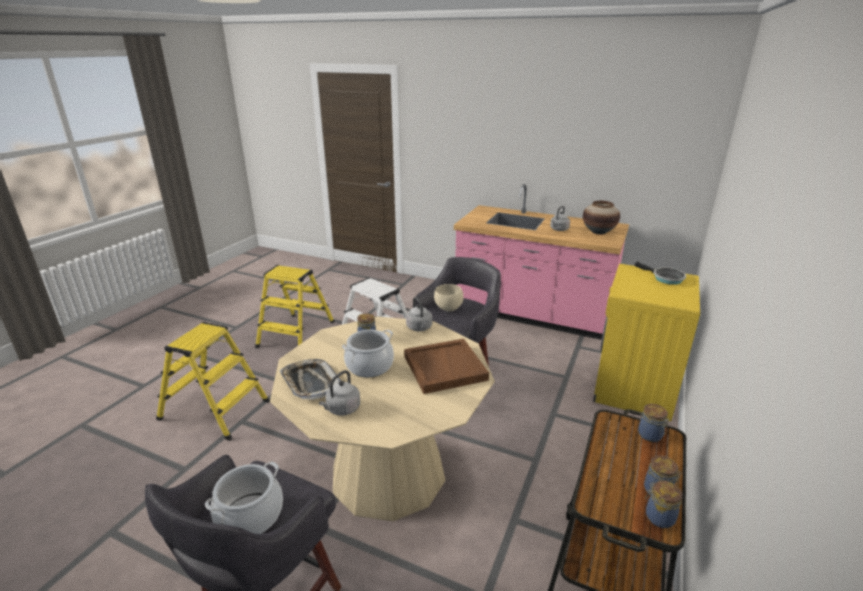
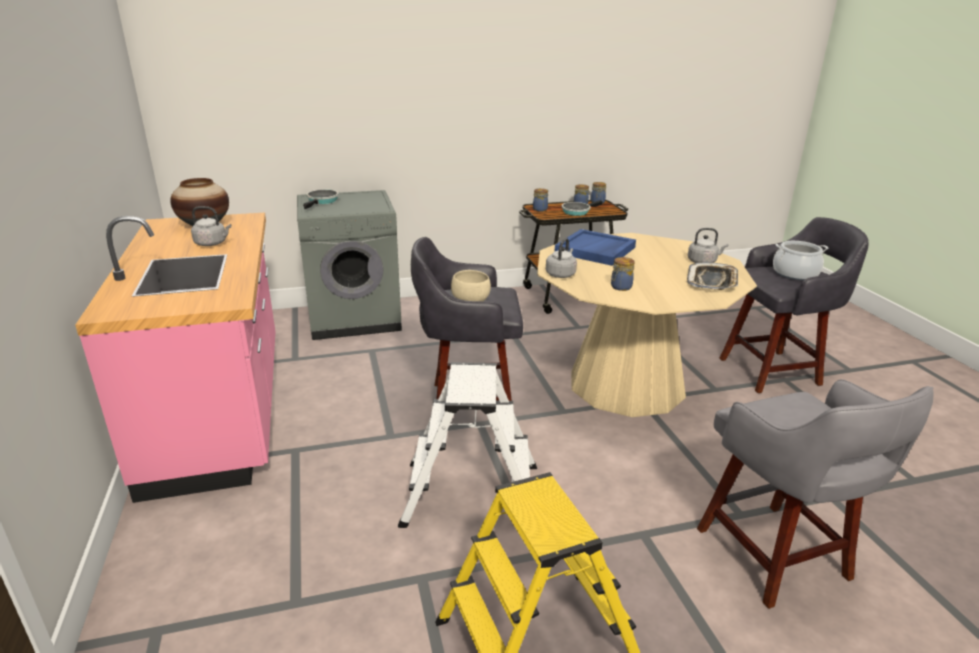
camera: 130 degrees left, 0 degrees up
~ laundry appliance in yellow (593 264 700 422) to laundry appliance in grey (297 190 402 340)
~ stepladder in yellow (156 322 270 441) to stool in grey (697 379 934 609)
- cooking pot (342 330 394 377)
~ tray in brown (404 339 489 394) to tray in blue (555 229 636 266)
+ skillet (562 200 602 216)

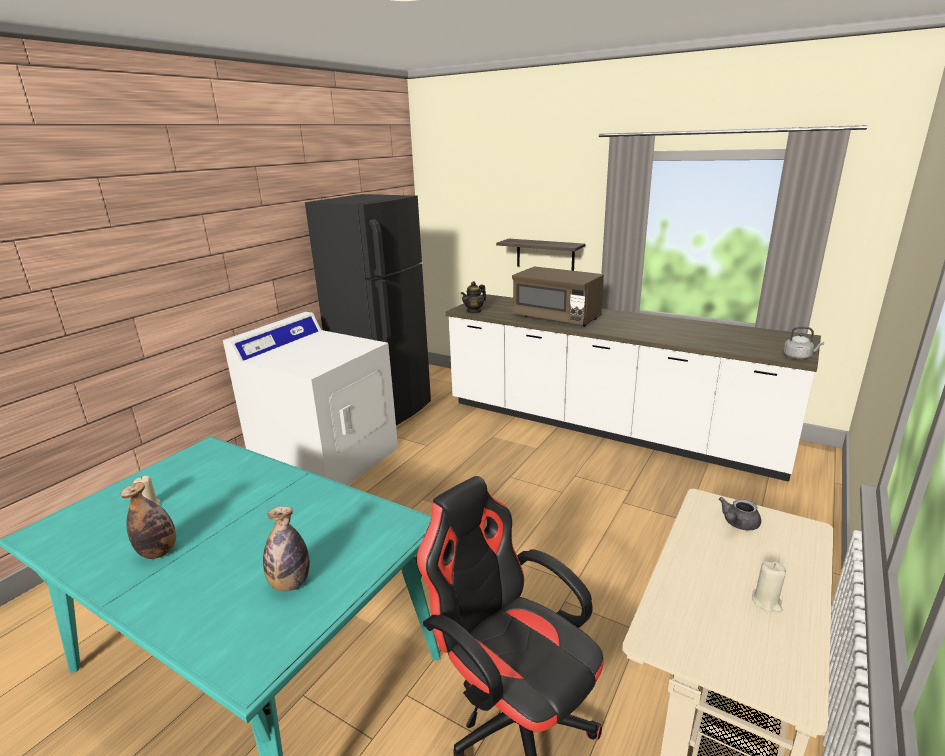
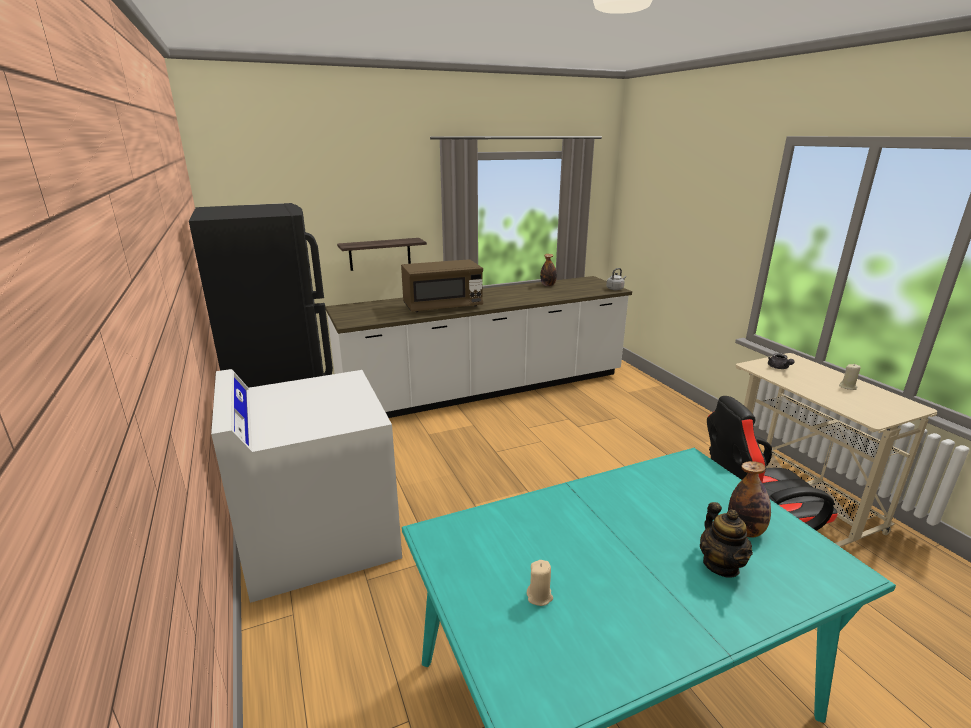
camera: 55 degrees left, 0 degrees up
~ pot for tea (461 281 486 314) to (700 502 753 578)
~ drink bottle (120 482 176 559) to (540 254 557 286)

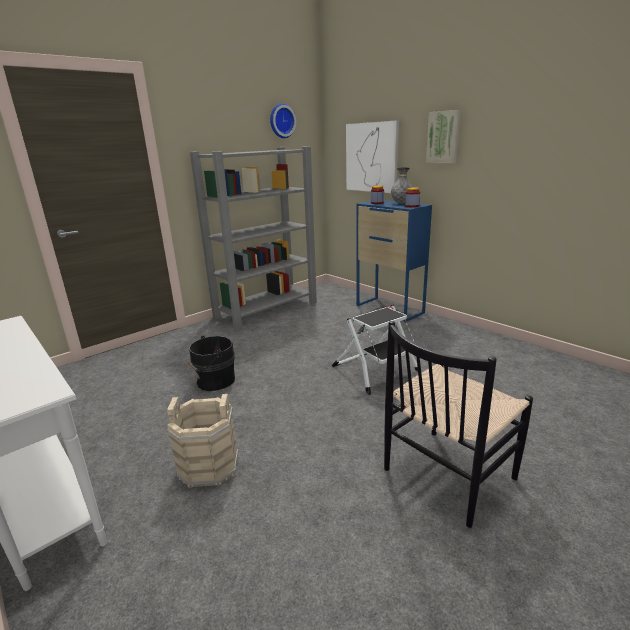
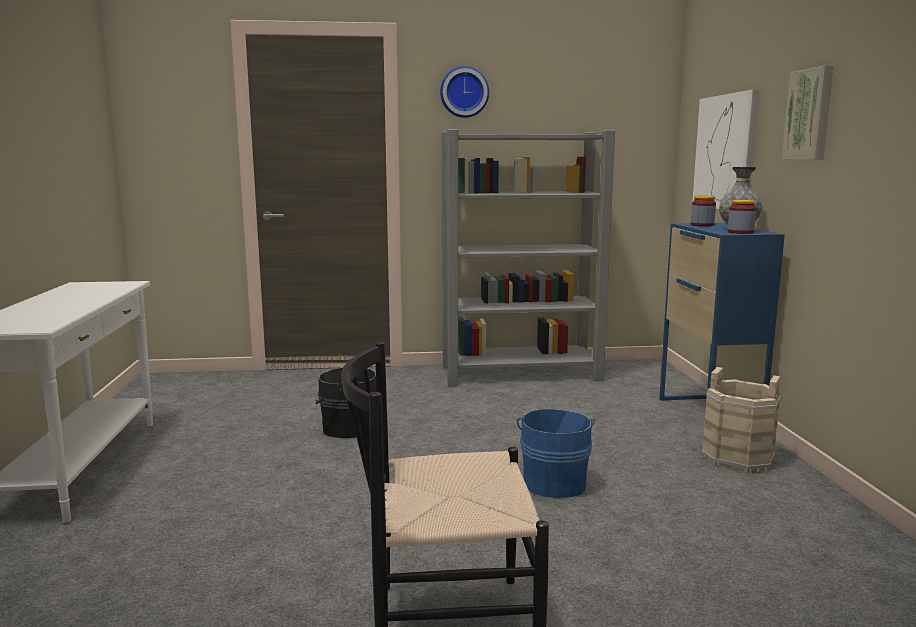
camera: 35 degrees right, 10 degrees down
~ hanging clock (270 103 296 138) to (440 66 489 118)
~ stepladder (332 305 418 395) to bucket in blue (517 409 595 498)
~ bucket in sand-coloured (167 394 238 488) to (702 367 782 473)

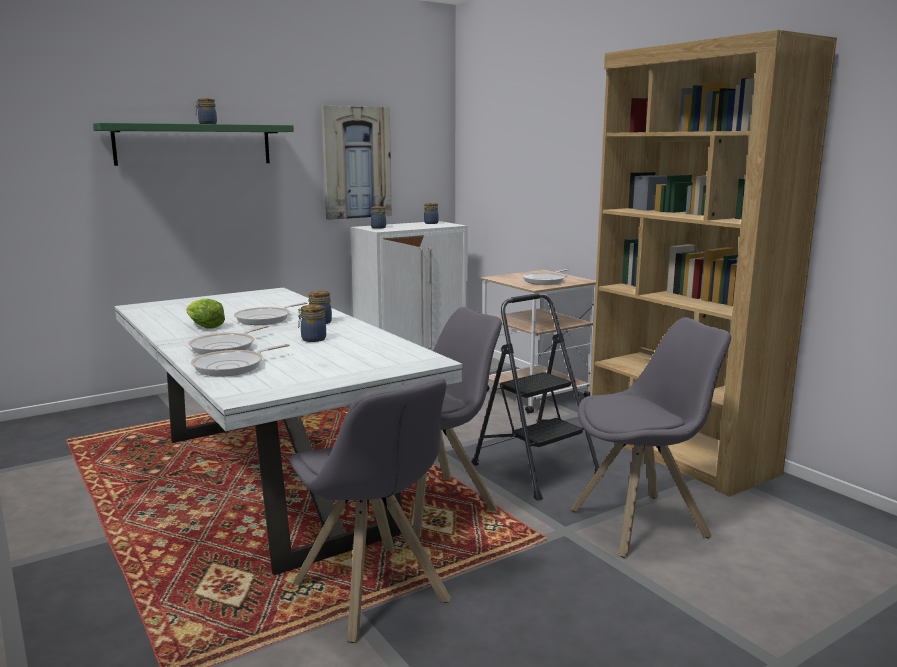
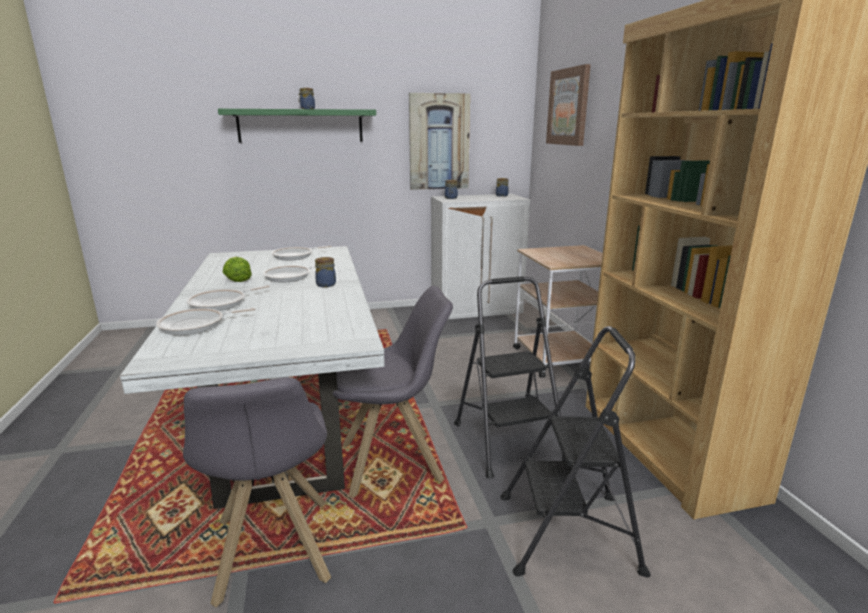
camera: 20 degrees right, 5 degrees up
~ skillet (522 269 569 285) to (272 246 332 260)
- jar (298 305 326 342)
~ plain chair in grey (570 317 731 558) to stepladder in blackish (500 326 651 577)
+ picture (546 64 591 146)

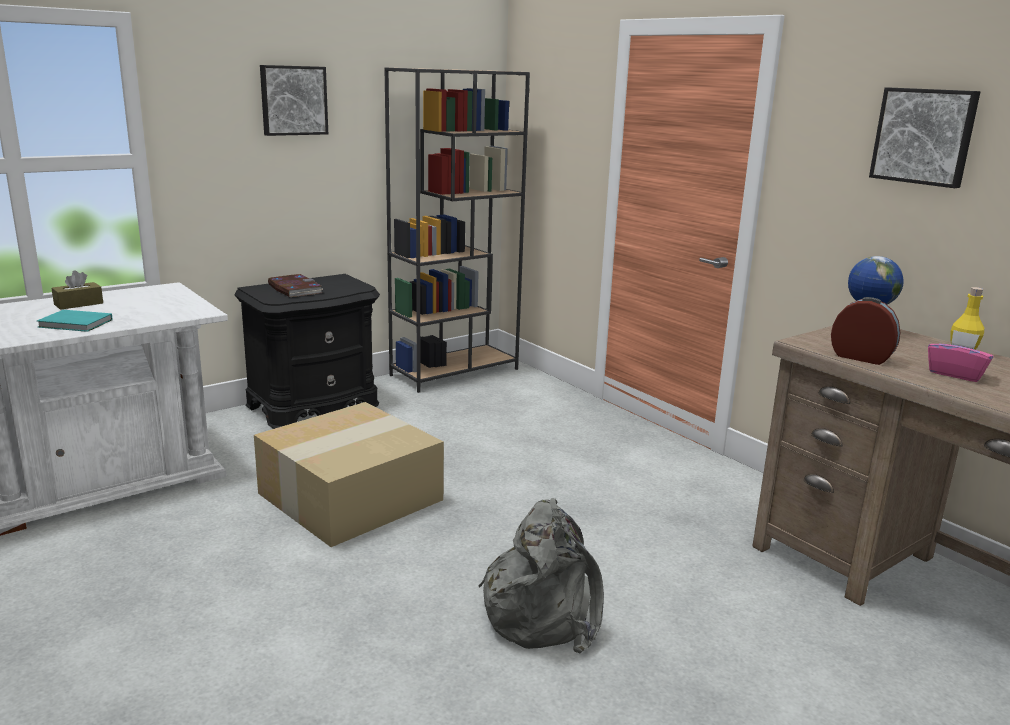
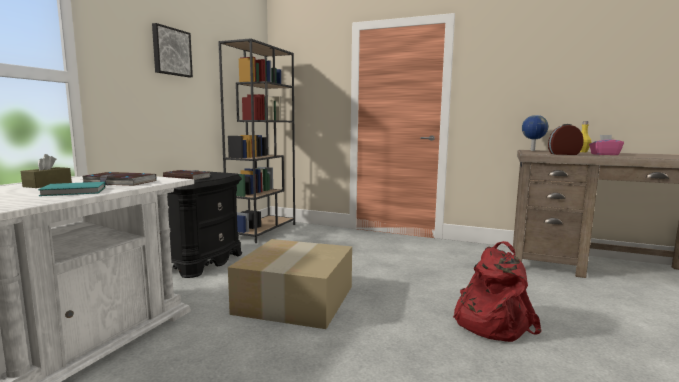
camera: 30 degrees left, 10 degrees down
- picture (869 87 980 188)
~ backpack in grey (478 498 604 653) to backpack in red (453 241 541 342)
+ book (83 172 156 186)

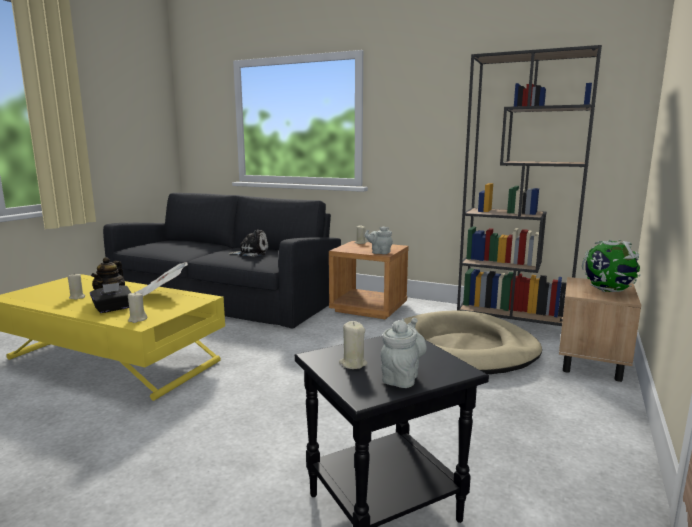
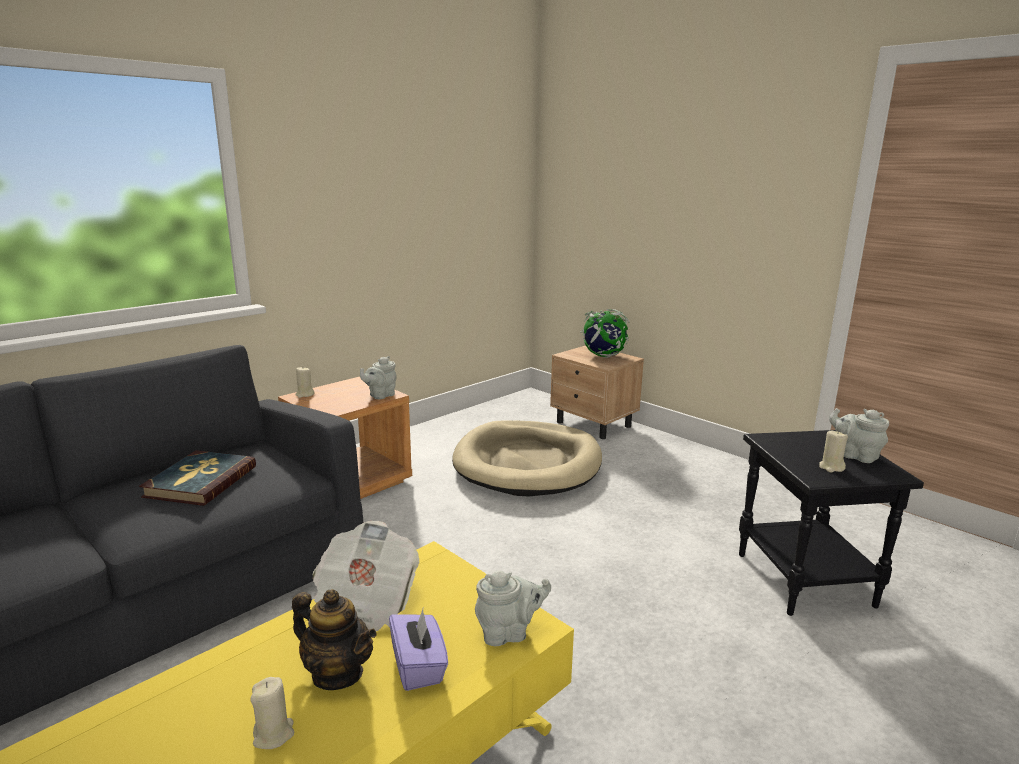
camera: 70 degrees left, 5 degrees up
- bookcase (457 45 602 326)
~ soft toy (228 229 269 257) to book (139 450 256 506)
~ tissue holder in blackish (90 283 131 313) to tissue holder in purple-coloured (389 609 448 691)
~ wax light in sand-coloured (128 293 147 323) to pot for tea in grey (475 571 551 646)

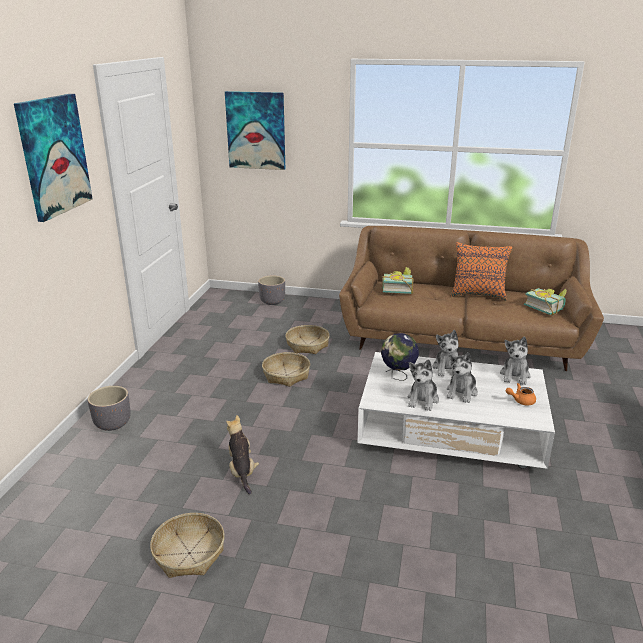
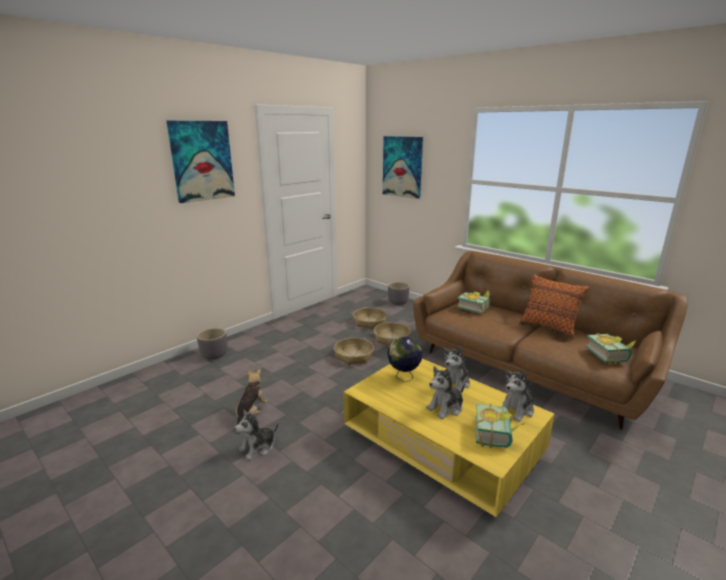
camera: 30 degrees right, 5 degrees down
~ lounge table in whitish (357 352 555 469) to lounge table in yellow (344 359 555 517)
~ soft toy (408 359 439 411) to (234 410 278 461)
~ pot for tea in orangey (506 383 536 405) to book (475 403 525 448)
~ household basket (150 513 225 578) to (353 308 387 330)

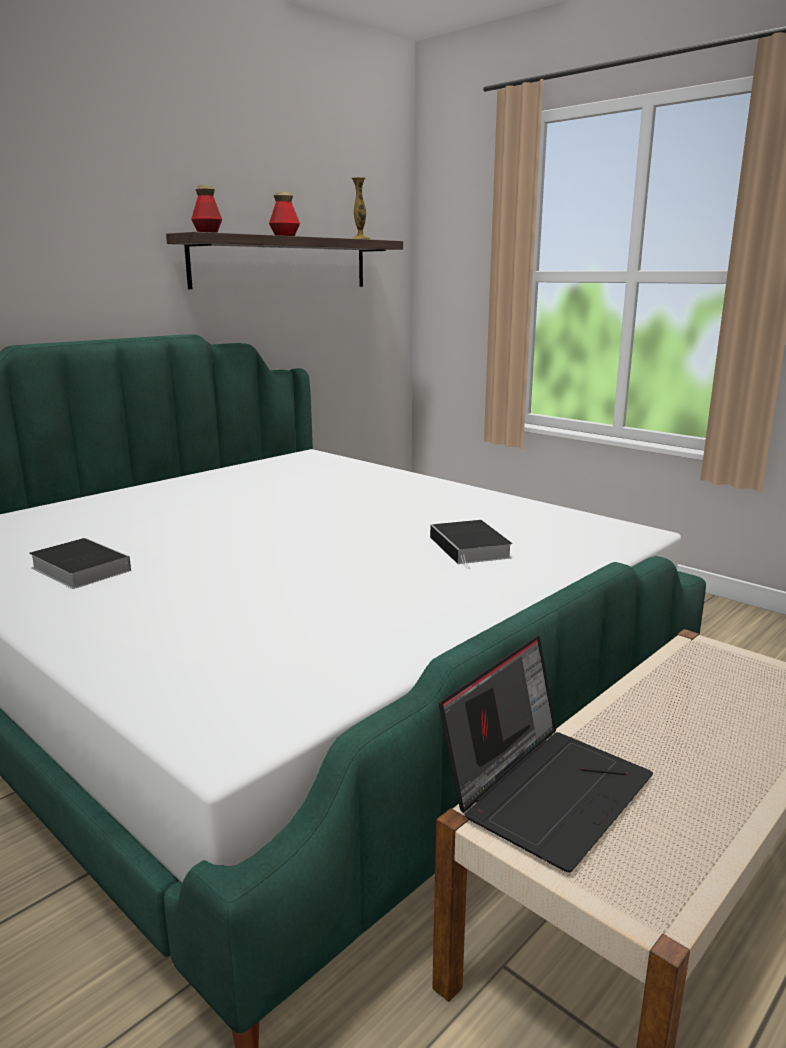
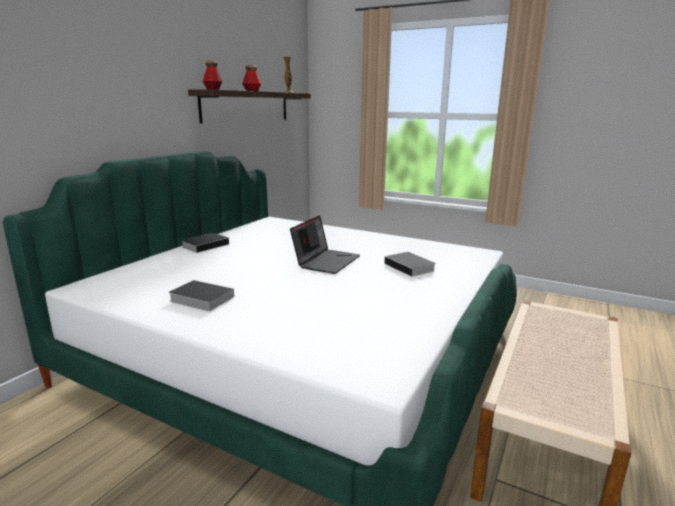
camera: 15 degrees left, 0 degrees up
~ notebook computer (439 636 653 872) to (290 215 360 274)
+ book (181 233 229 253)

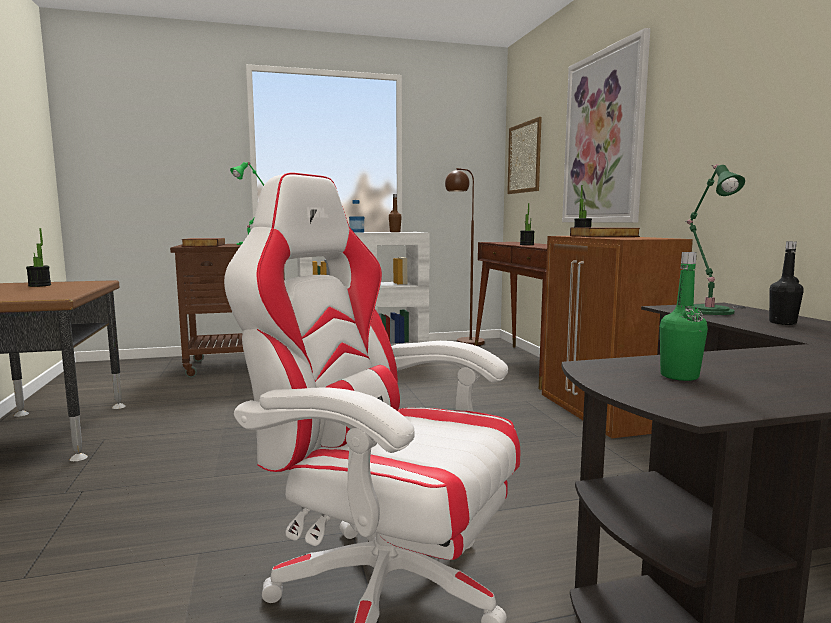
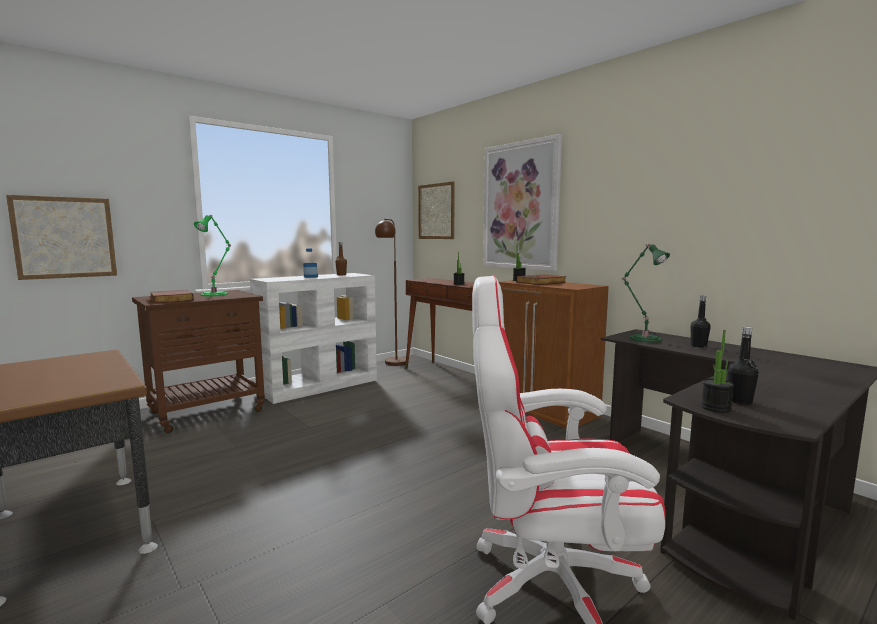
camera: 25 degrees left, 0 degrees up
~ plant in a pot (26 228 51 287) to (701 330 734 413)
~ drink bottle in green-coloured (660 252 708 381) to drink bottle in blackish (728 326 759 405)
+ picture (6 195 117 280)

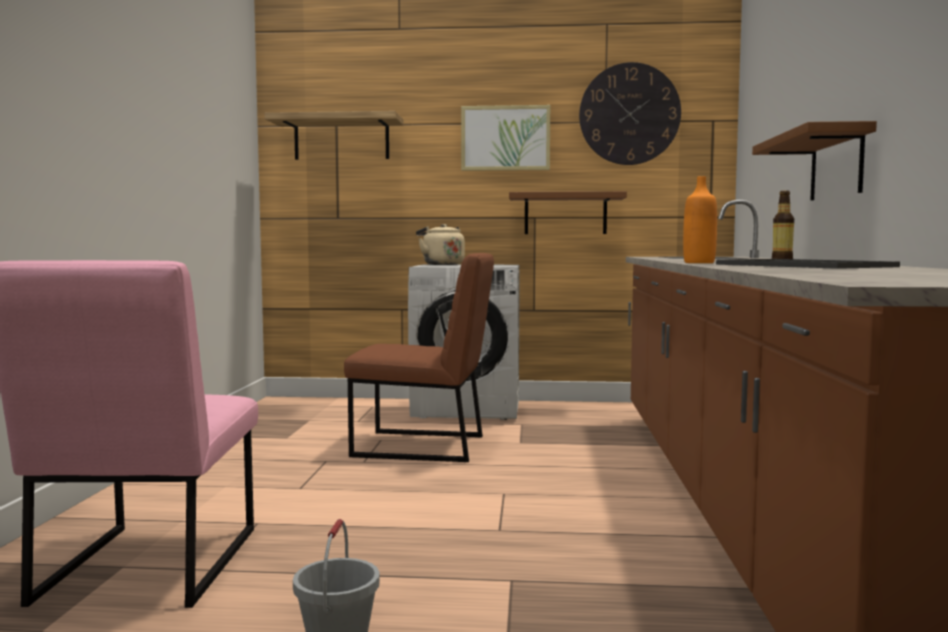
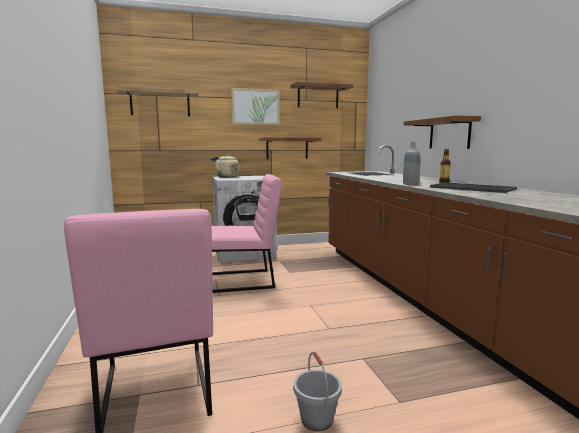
camera: 20 degrees left, 5 degrees up
~ hanging clock (579 62 681 165) to bracket shelf in brown (290 82 354 108)
~ drink bottle in orangey (683 176 717 263) to drink bottle in grey (403 142 420 185)
~ plain chair in brown (344 253 494 462) to plain chair in pink-coloured (212 174 281 293)

